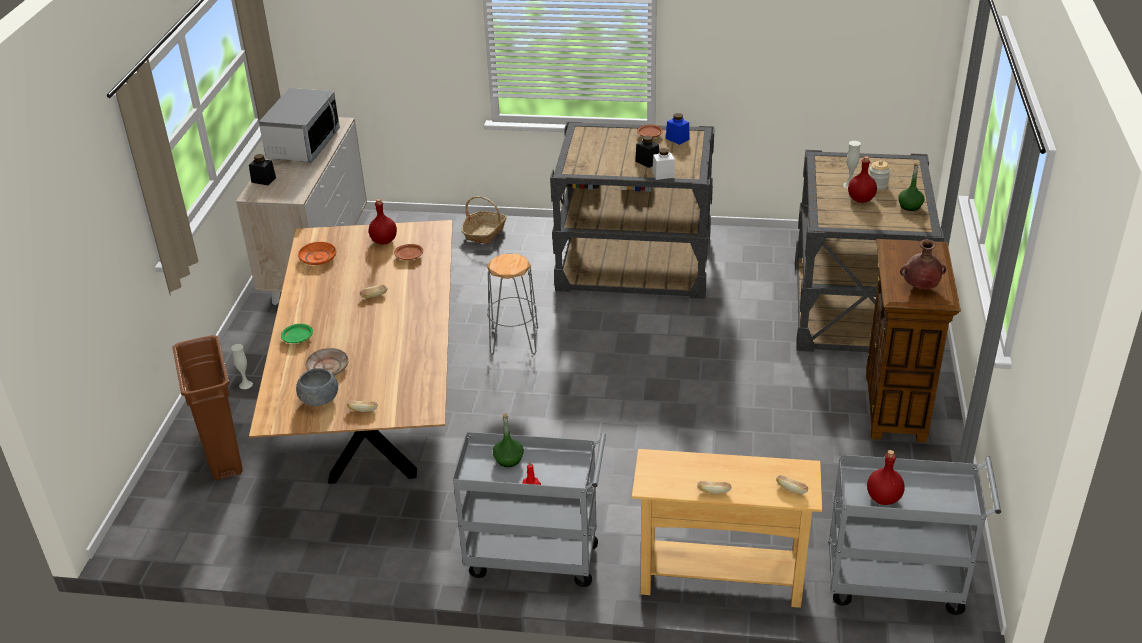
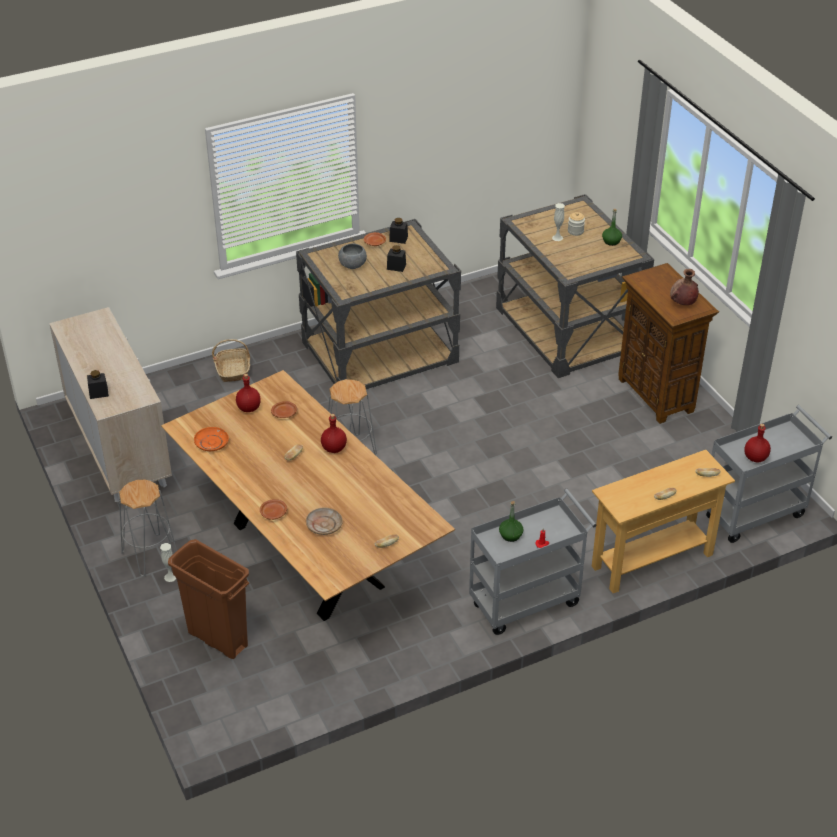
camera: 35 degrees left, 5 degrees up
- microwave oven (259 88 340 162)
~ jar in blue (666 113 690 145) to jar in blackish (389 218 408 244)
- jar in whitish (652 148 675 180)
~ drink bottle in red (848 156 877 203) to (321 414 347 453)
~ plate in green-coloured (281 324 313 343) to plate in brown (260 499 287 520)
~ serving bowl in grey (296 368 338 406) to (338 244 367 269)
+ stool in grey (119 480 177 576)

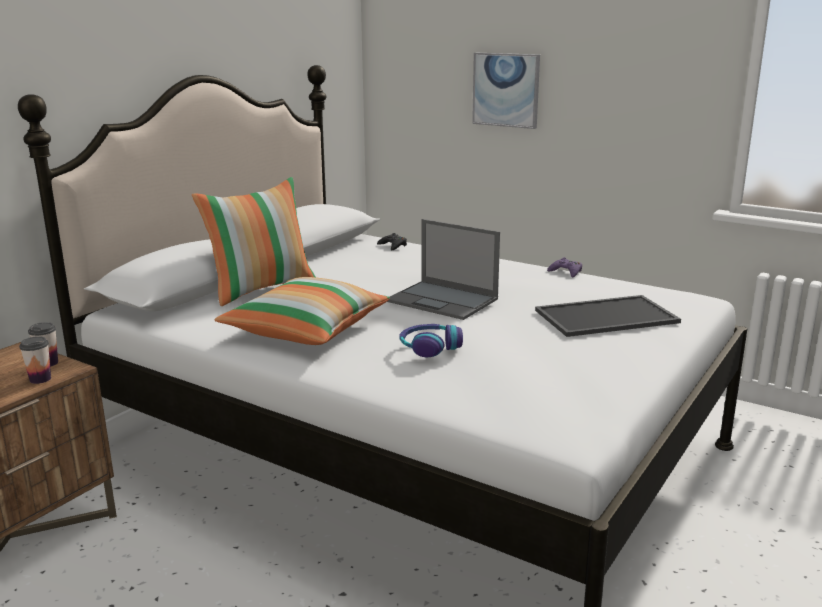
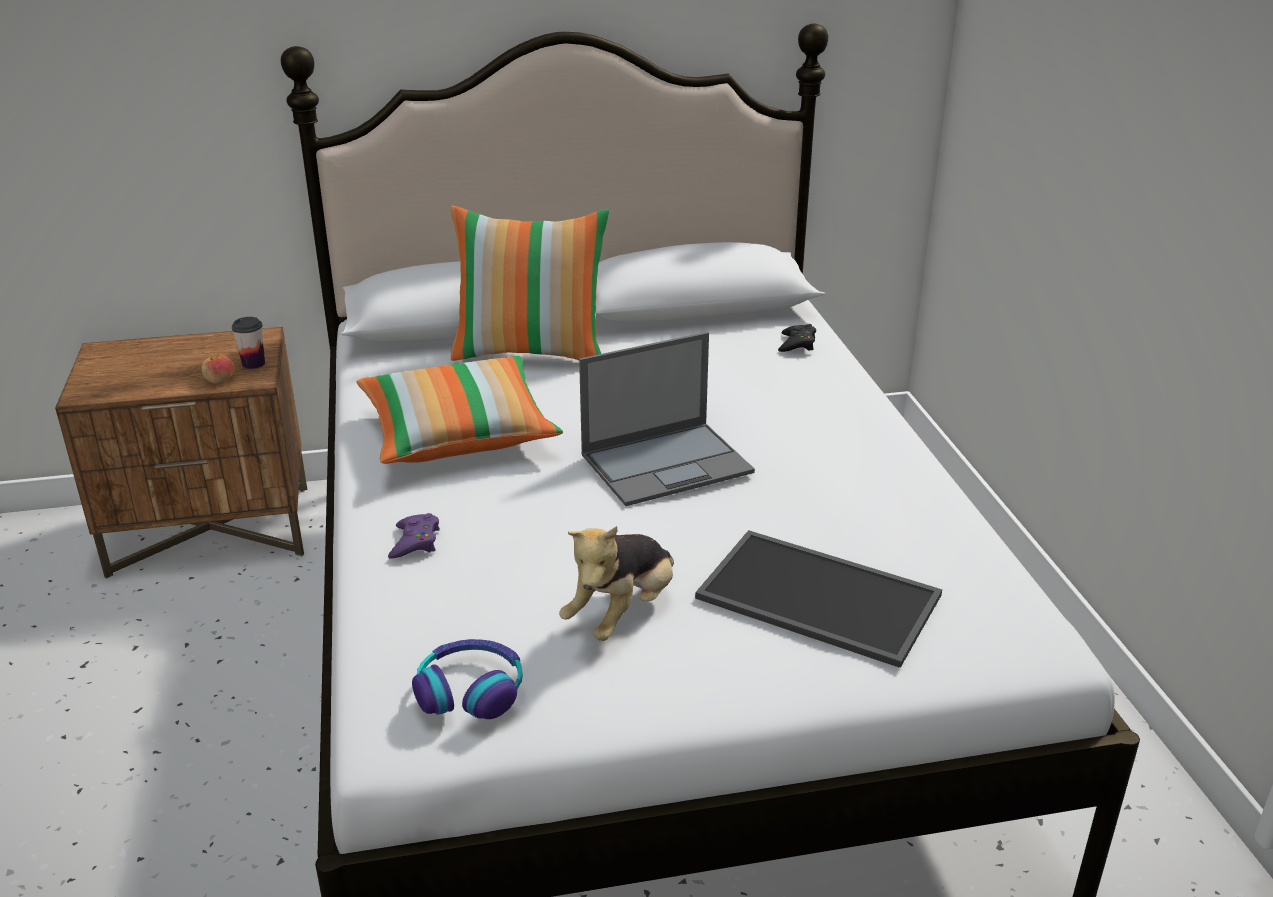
camera: 45 degrees right, 10 degrees up
- picture (472 53 540 129)
~ notebook computer (387 219 500 320) = (579 332 755 506) 105 degrees counterclockwise
~ gamepad in purple-coloured (547 257 582 277) to (388 513 440 559)
~ pair of headphones (399 324 463 357) to (412 639 523 719)
~ cup (19 336 51 384) to apple fruit (202 353 234 384)
+ soft toy (559 526 674 641)

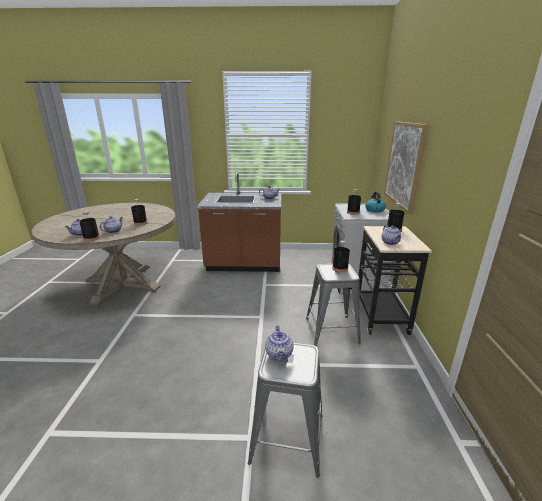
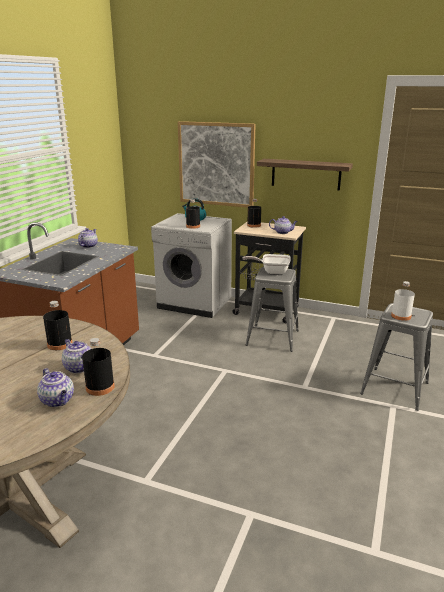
camera: 70 degrees left, 0 degrees up
~ drink bottle in blackish (332 241 350 272) to skillet (242 254 291 274)
~ pot for tea (265 325 293 362) to drink bottle in whitish (391 281 415 321)
+ bracket shelf (257 159 353 191)

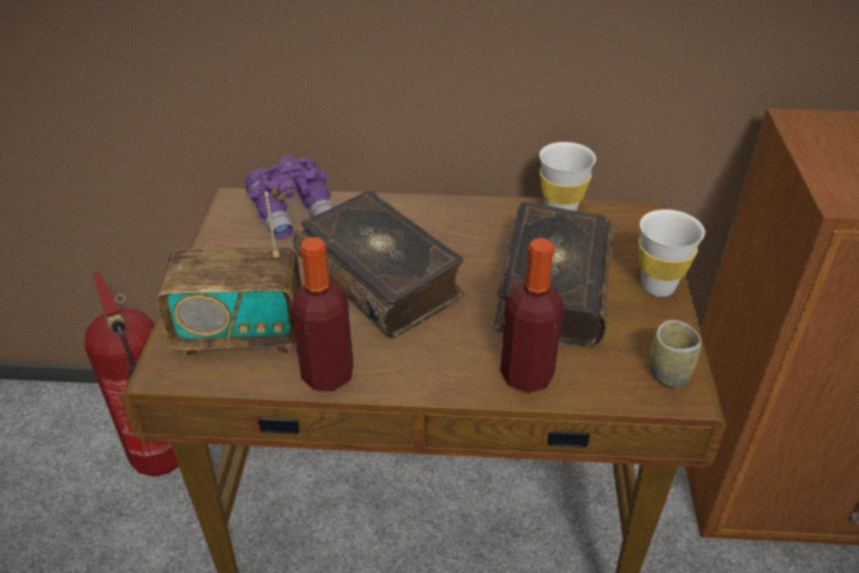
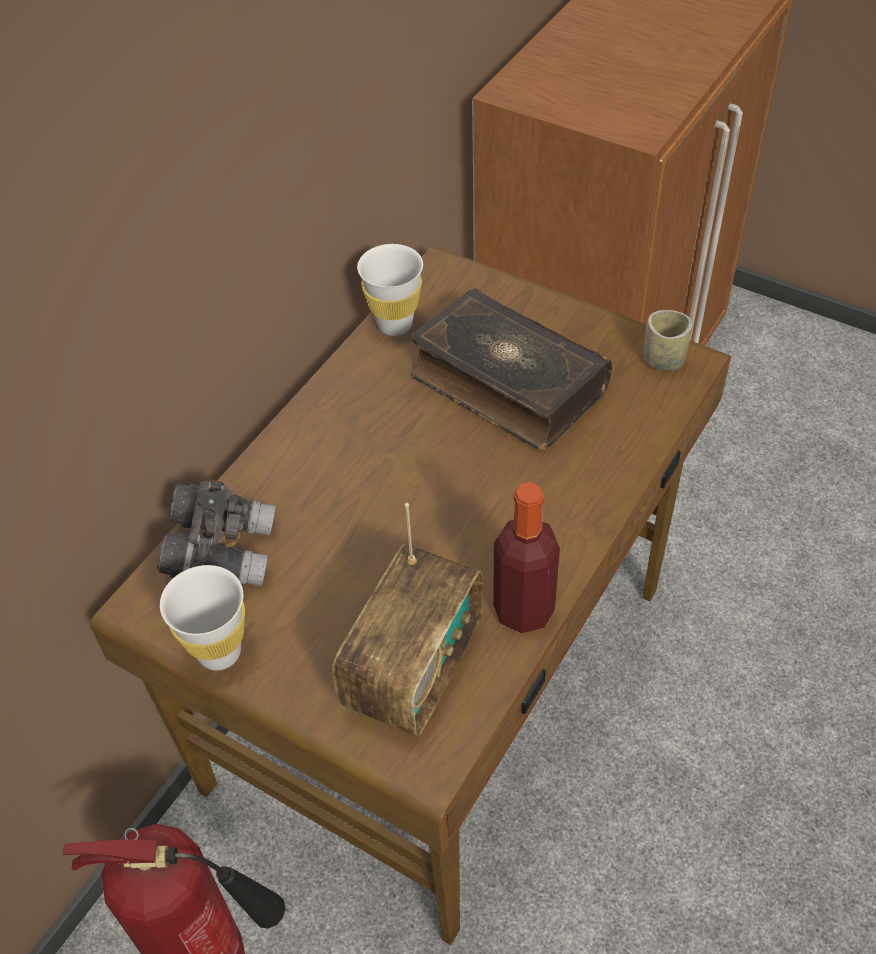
camera: 60 degrees left, 10 degrees up
~ pair of binoculars in purple-coloured (245 155 334 240) to pair of binoculars in grey (157 480 275 586)
- book (293 191 465 338)
~ cup in whitish (638 209 705 297) to (160 565 245 671)
- drink bottle (500 238 564 393)

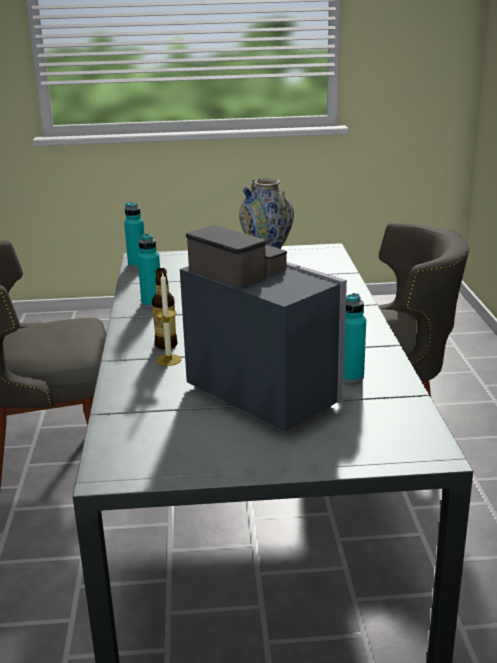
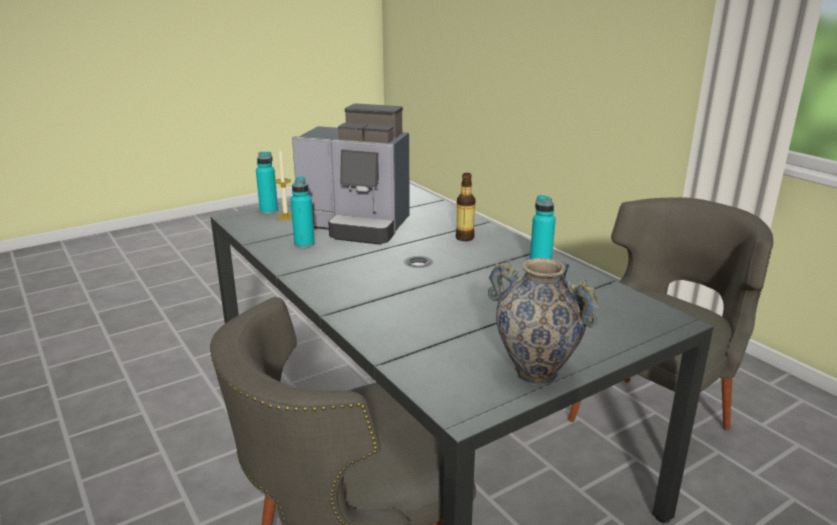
camera: 150 degrees right, 0 degrees up
~ drink bottle in turquoise-coloured (124 202 144 268) to (256 152 278 214)
~ wax light (155 273 181 366) to (275 150 292 220)

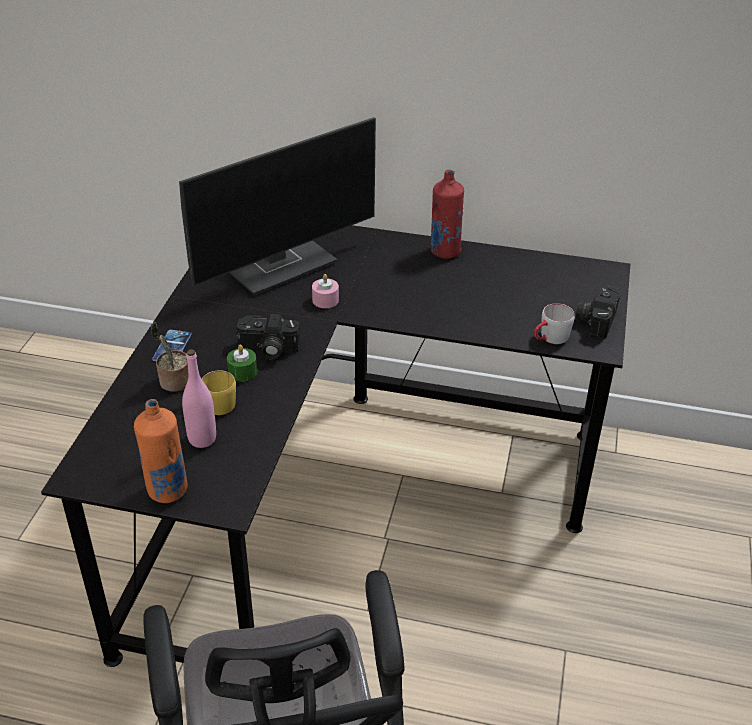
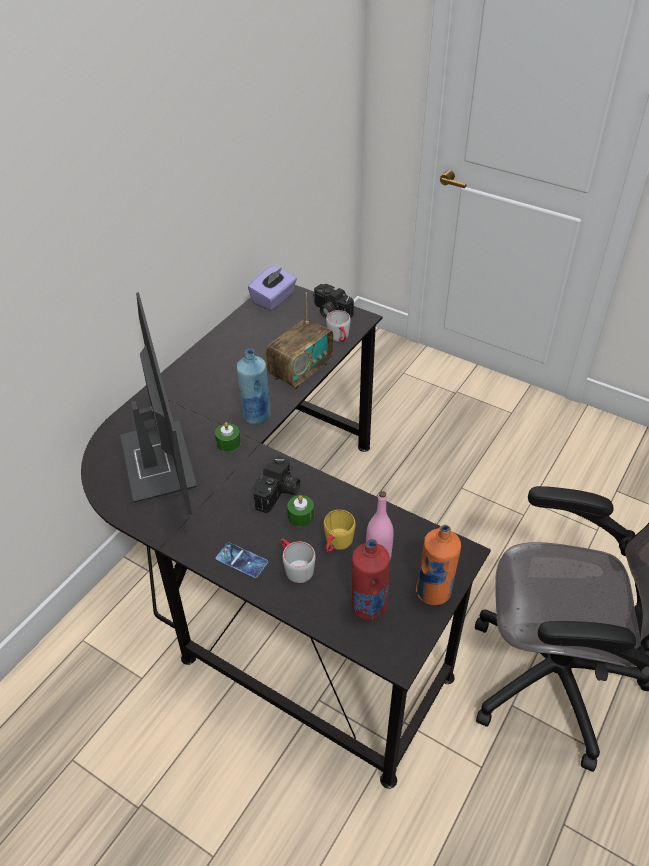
camera: 70 degrees left, 5 degrees up
~ drink bottle in red (431 170 464 259) to (352 539 390 620)
~ wax light in pink-coloured (312 274 339 308) to wax light in green-coloured (215 422 241 452)
~ plant in a pot (150 322 188 392) to coffee mug in grey (281 539 316 583)
+ tissue holder in purple-coloured (248 265 297 311)
+ radio set (266 292 333 391)
+ drink bottle in blue (236 349 271 425)

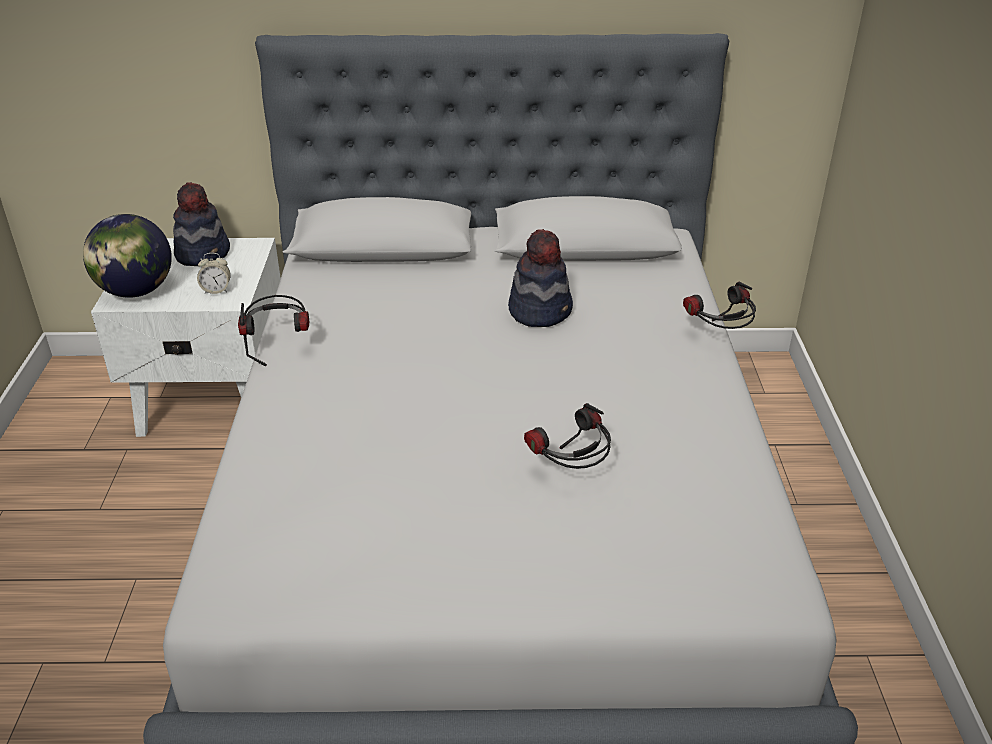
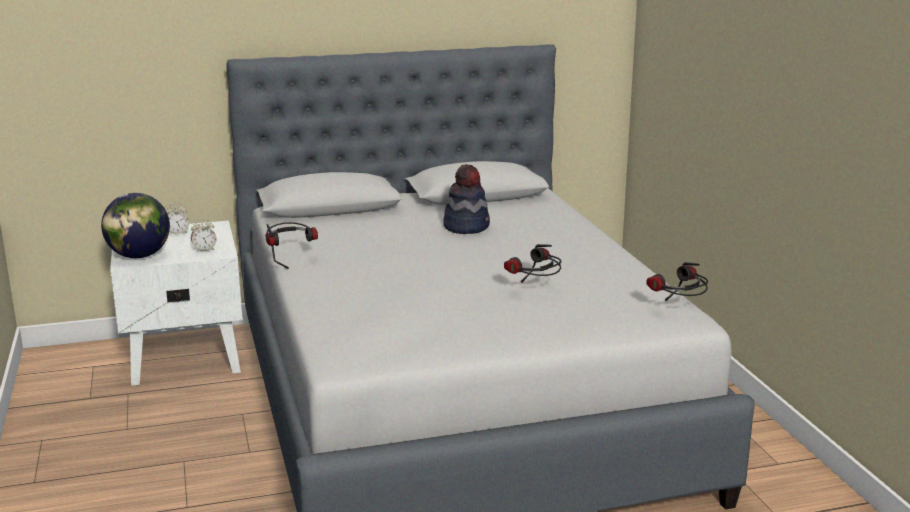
camera: 15 degrees left, 15 degrees down
~ wearable hat (173 182 230 266) to alarm clock (166 203 189 235)
~ pair of headphones (683 282 756 329) to (646 262 708 301)

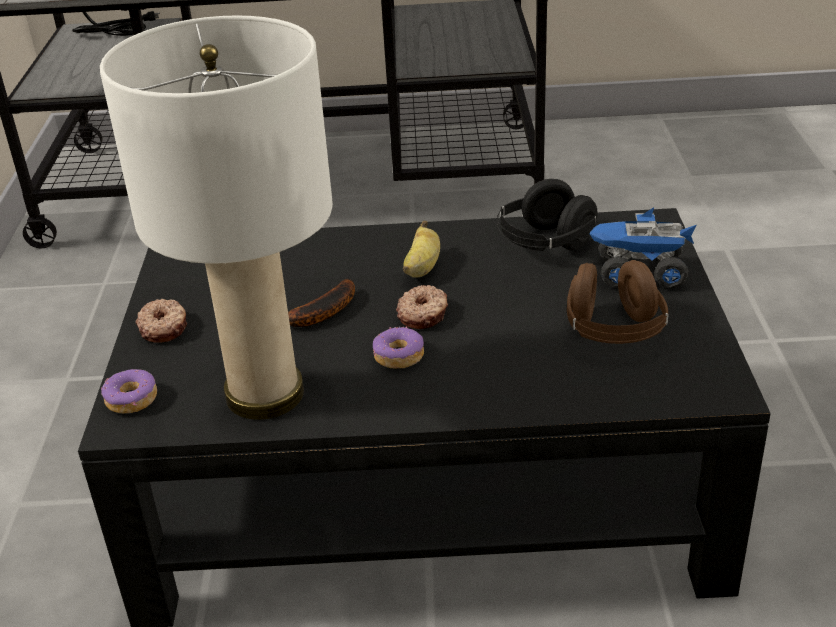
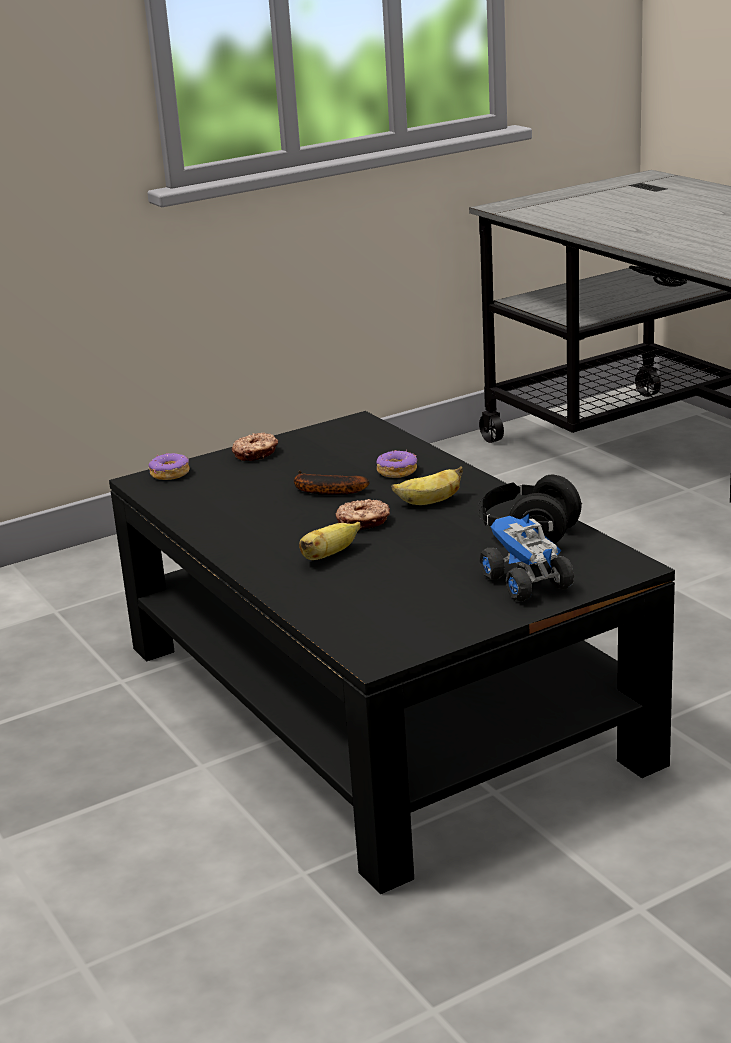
camera: 60 degrees right, 10 degrees down
- tabletop lamp in whitish (100 15 333 420)
- pair of headphones in brown (567 260 669 344)
~ ring doughnut (373 326 424 368) to (376 450 417 478)
+ whole banana (299 522 361 560)

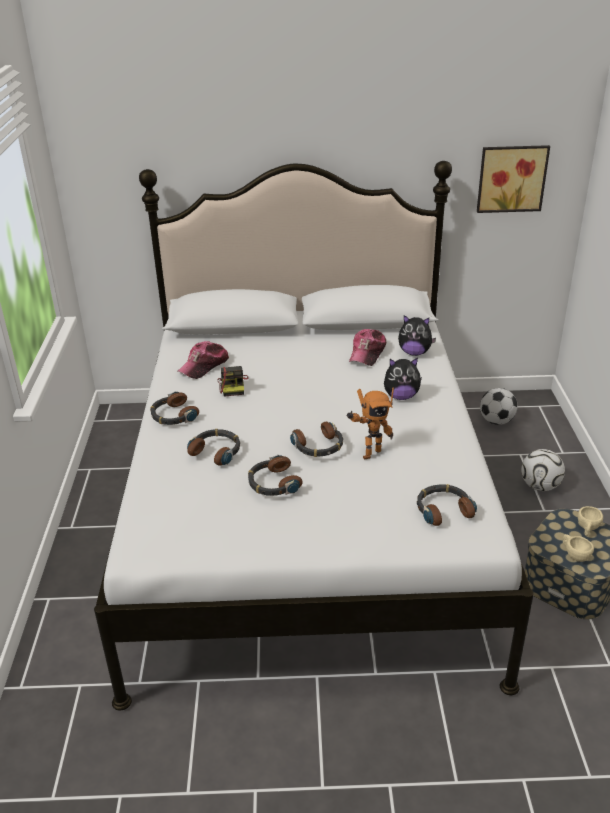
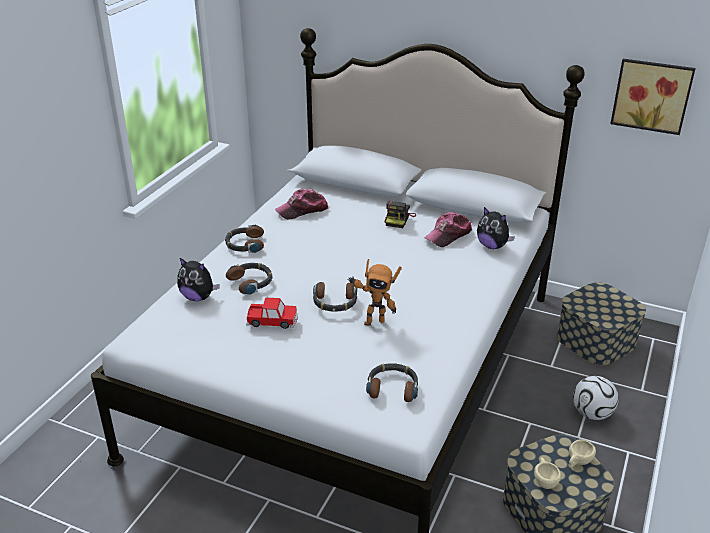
camera: 25 degrees right, 0 degrees up
~ soft toy (384 358 422 400) to (177 258 220 301)
~ still camera (217 366 248 397) to (384 201 416 228)
~ football (480 388 517 425) to storage bin (557 282 646 366)
~ pair of headphones (248 455 303 496) to toy car (246 297 298 329)

